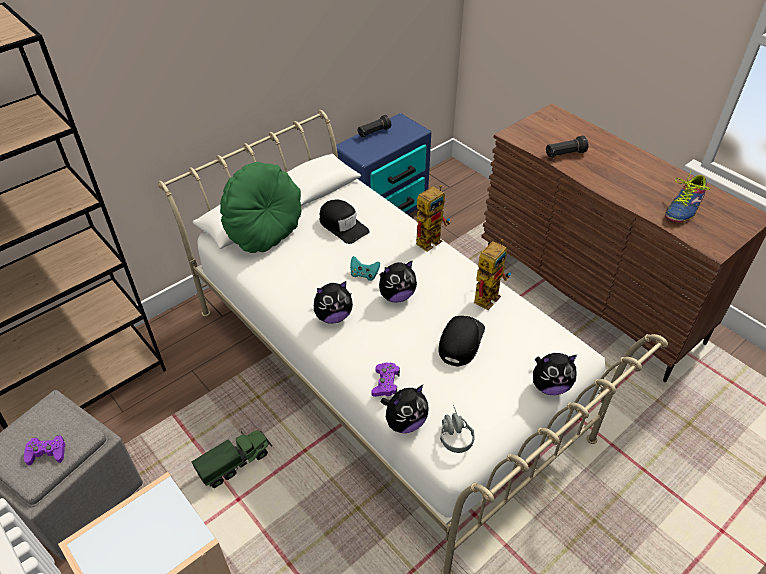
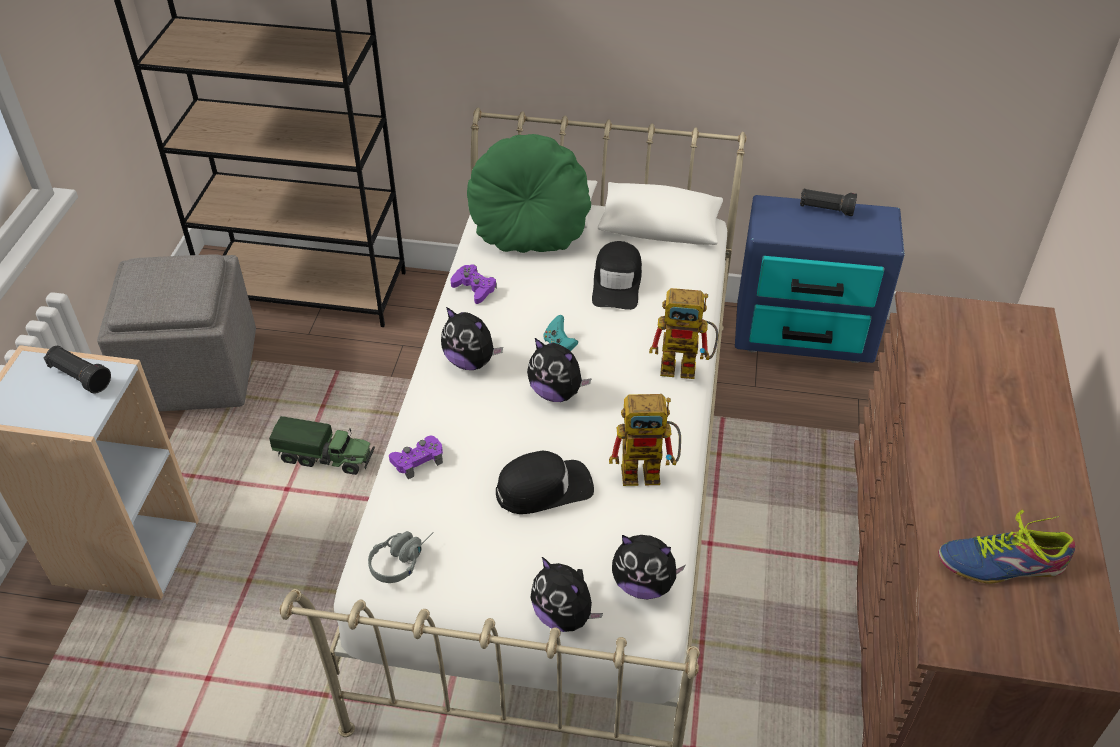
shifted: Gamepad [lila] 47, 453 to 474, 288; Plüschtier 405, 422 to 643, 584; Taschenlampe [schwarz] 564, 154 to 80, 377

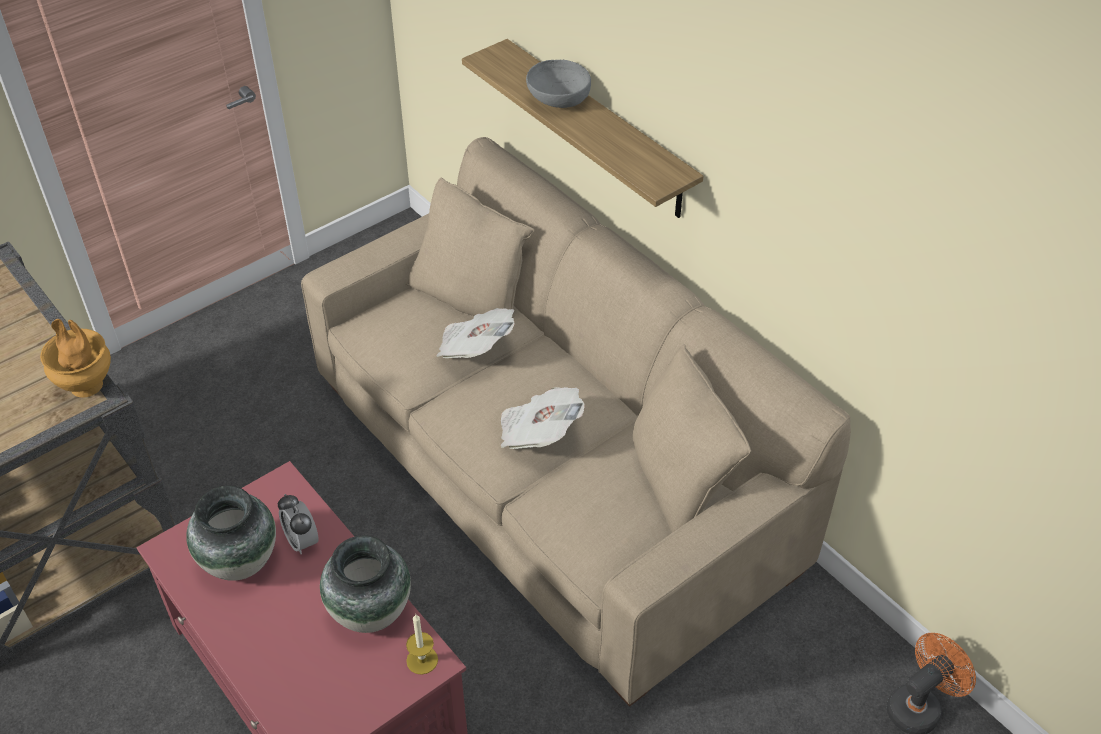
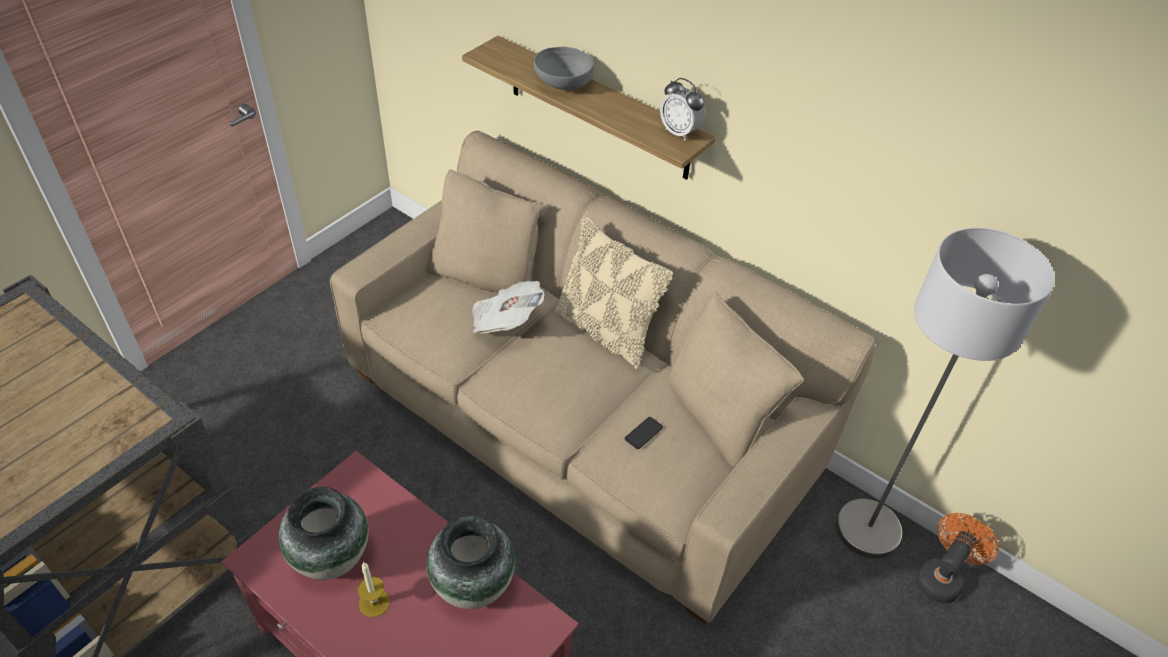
gone: Vase [braun] 87, 385; Zeitung 538, 433
new: Kissen [beige] 606, 332; Handy 643, 433; Stehlampe [grau] 858, 543
shifted: Wecker 302, 541 to 679, 132; Kerze 422, 660 to 374, 603

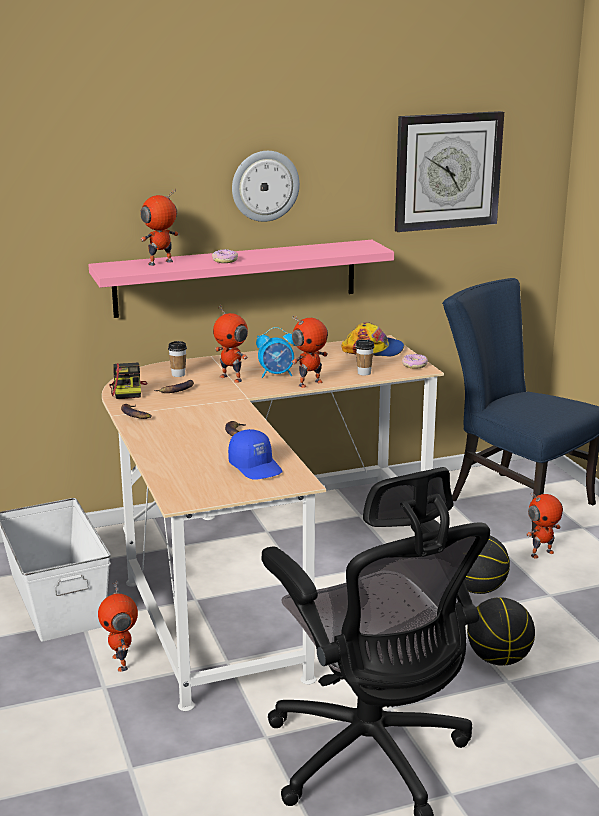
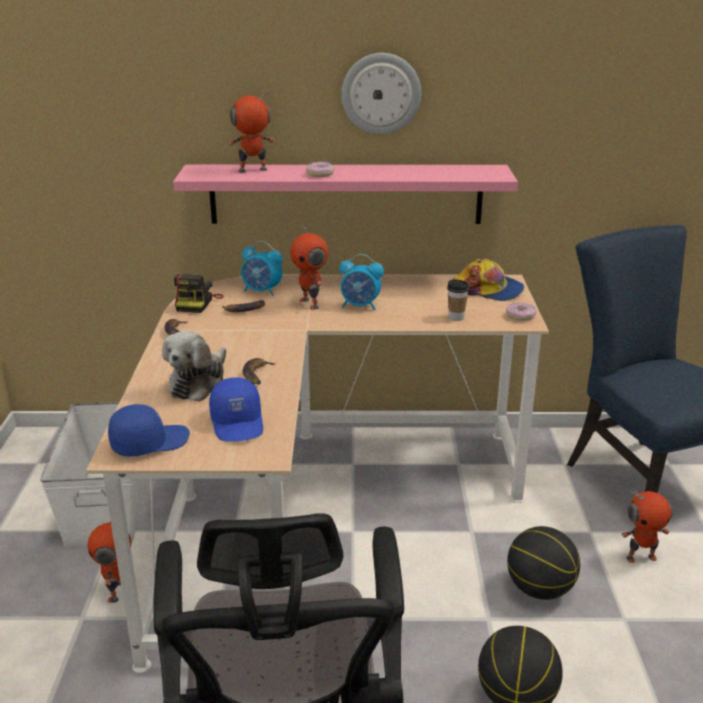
gone: Spielzeugroboter 309, 383; Wanduhr 447, 171
new: Kappe [blau] 149, 442; Plüschtier 199, 383
swapped: Tasse 178, 374 to Wecker 262, 291

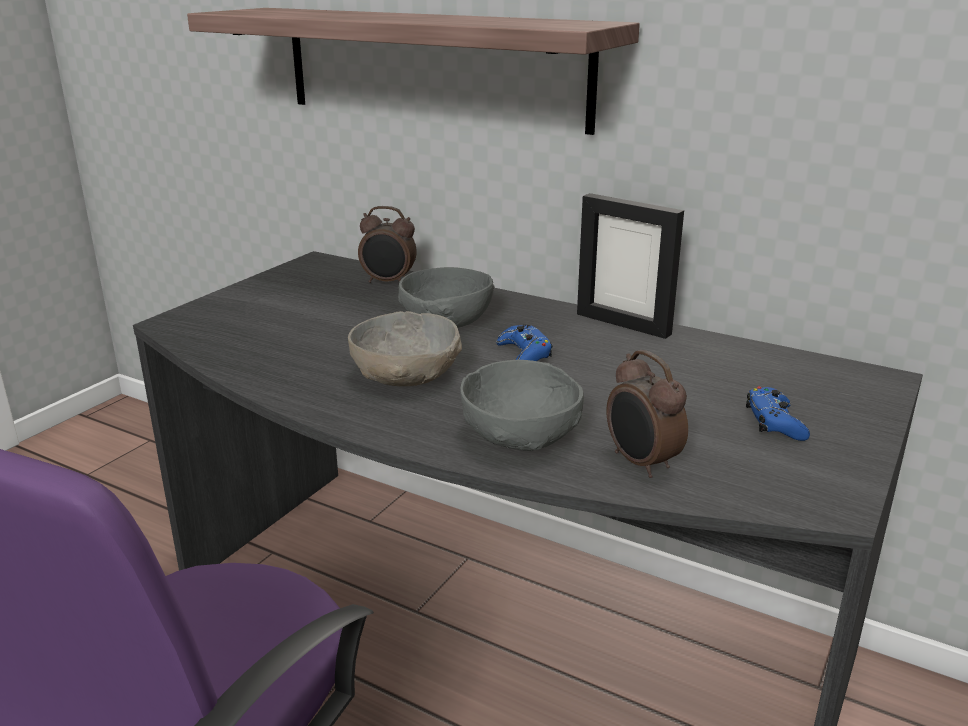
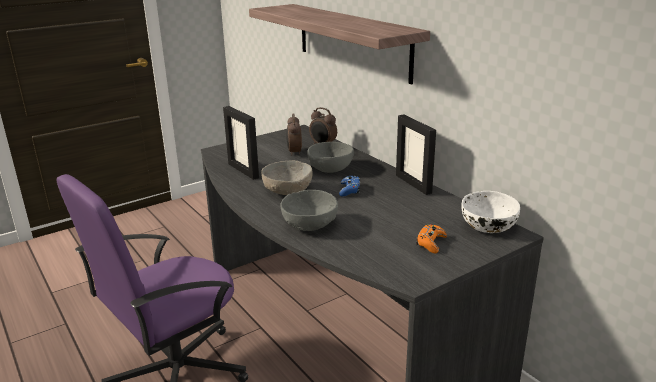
new: Bilderrahmen 244, 170; Schüssel [weiß] 487, 226
shifted: Wecker 640, 463 to 294, 153
repainted: Gamepad [blau] 774, 423 to Gamepad [orange] 431, 243

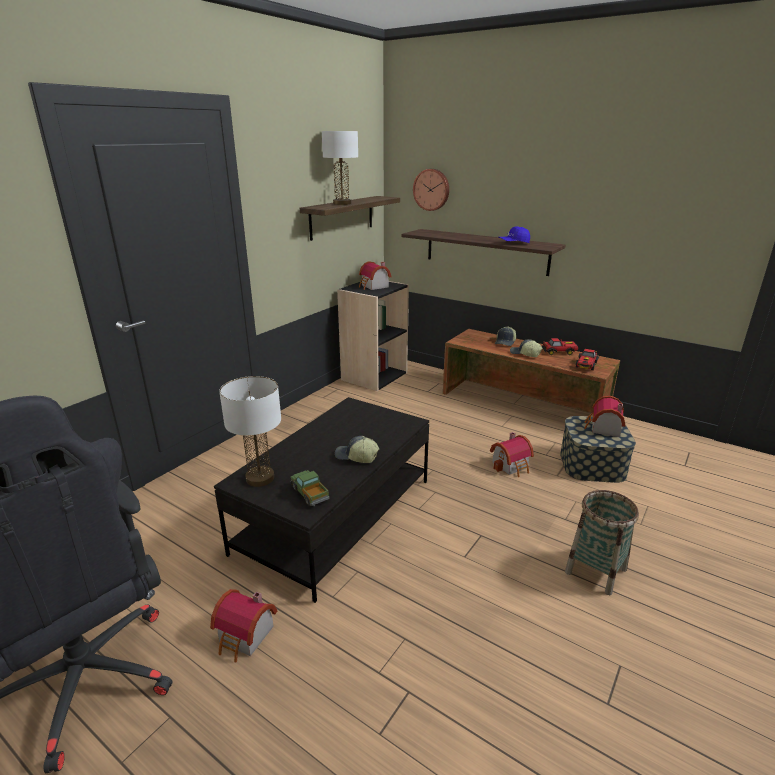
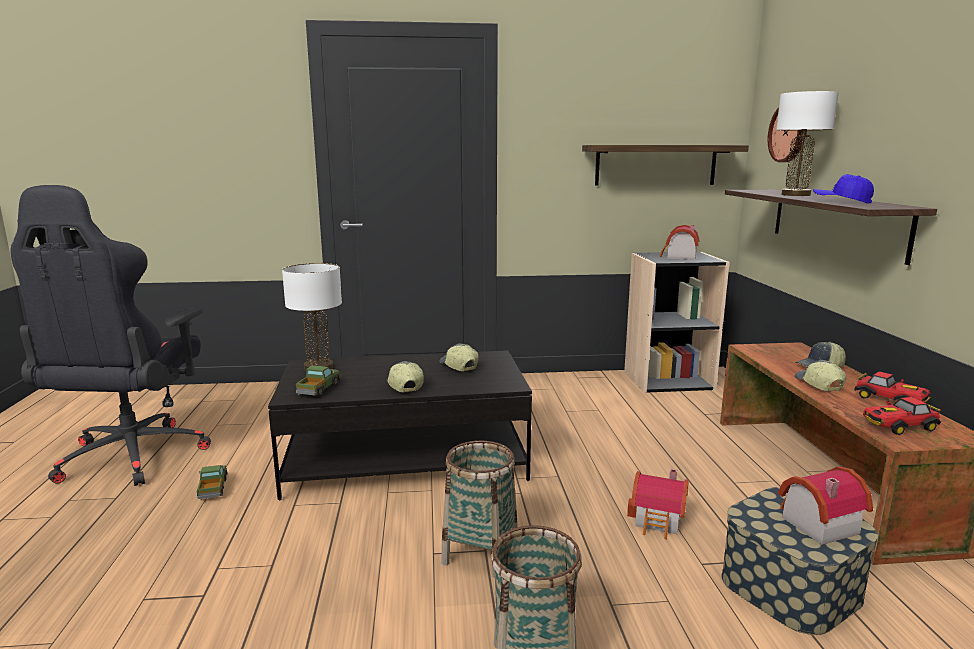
new: Kappe 458, 366; Korb 480, 553
shifted: Tischlampe 342, 203 to 795, 195
swapped: Spielzeughaus 245, 637 to Spielzeuglaster 213, 489

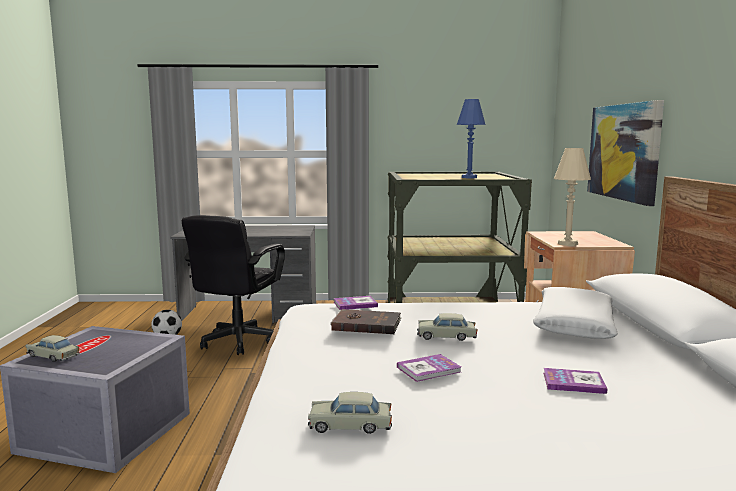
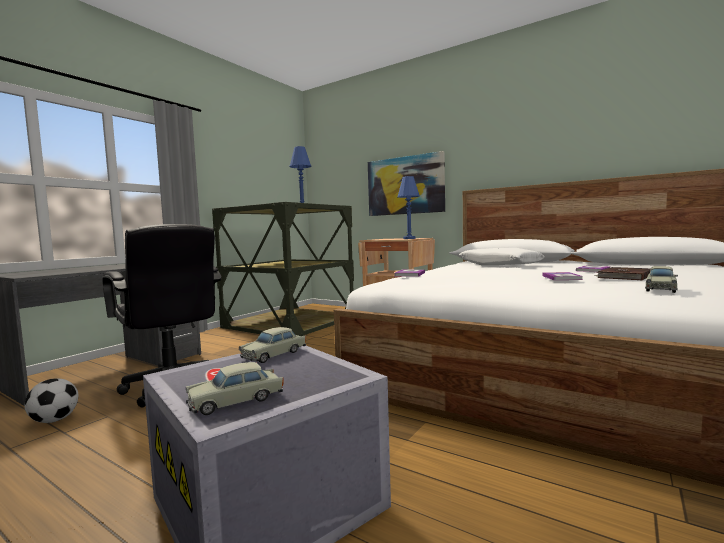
shifted: Buch [braun] 366, 324 to 624, 276; Spielzeugauto [beige] 446, 336 to 274, 354
repainted: Tischlampe [beige] 567, 244 to Tischlampe [blau] 409, 238

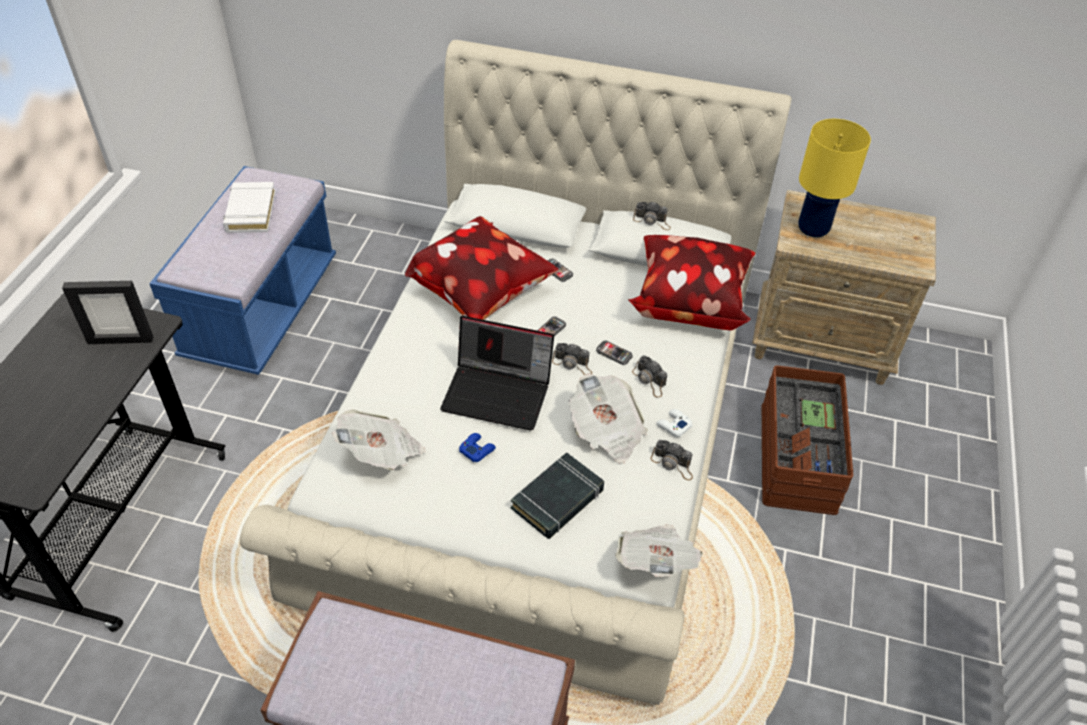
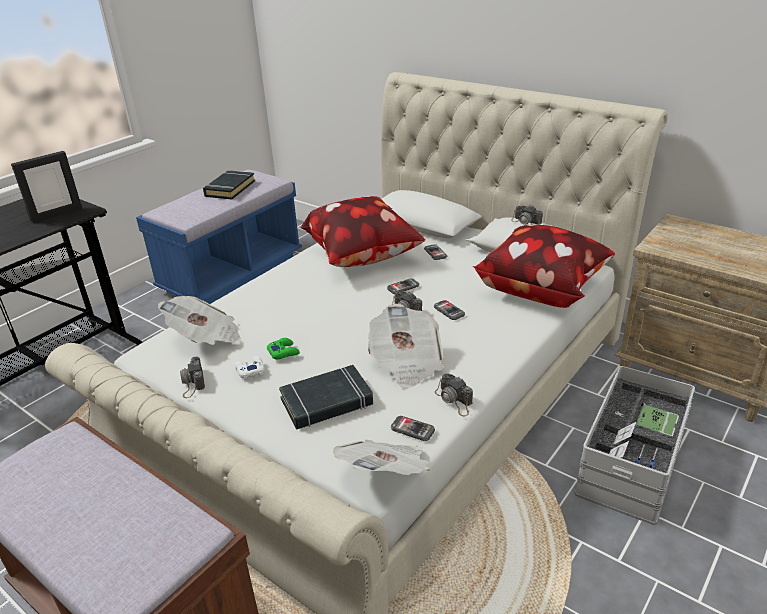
gone: Laptop 499, 393; Tischlampe [gelb] 813, 230
new: Handy 412, 429
shifted: Kamera 649, 381 to 193, 382; Gamepad [weiß] 673, 425 to 250, 370
repainted: Buch [weiß] 250, 211 to Buch [schwarz] 229, 188; Gamepad [blau] 477, 450 to Gamepad [grün] 283, 352; Aufbewahrungsbox [braun] 799, 456 to Aufbewahrungsbox [grau] 632, 462
rotated: Bilderrahmen 121, 339 = 56, 214 60 degrees counterclockwise

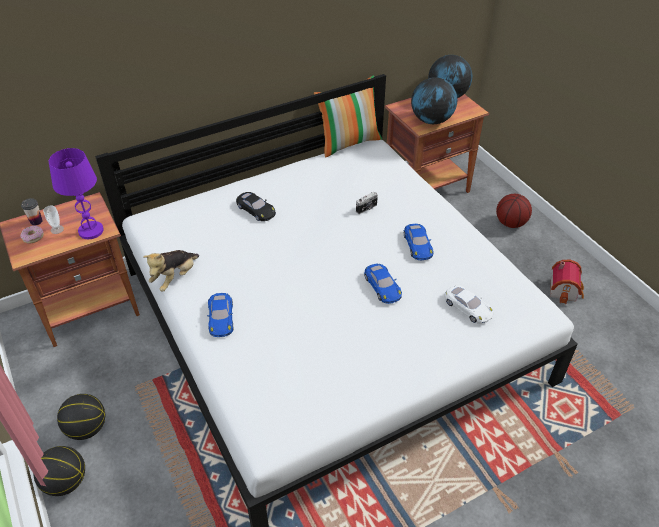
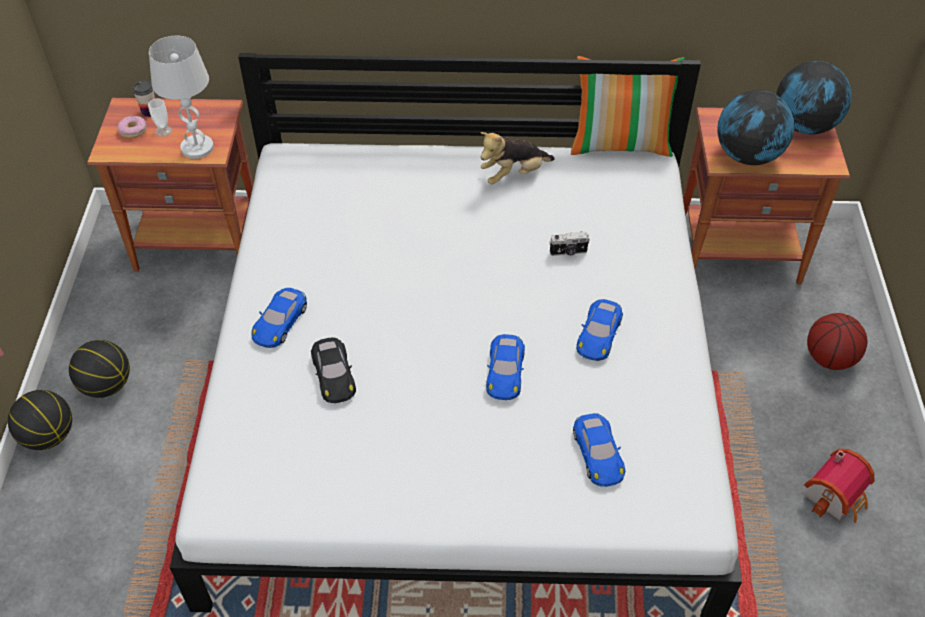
shifted: Plüschtier 175, 278 to 513, 175; Spielzeugauto [schwarz] 256, 209 to 333, 374
repainted: Tischlampe [lila] 91, 231 to Tischlampe [weiß] 197, 147; Spielzeugauto [weiß] 468, 307 to Spielzeugauto [blau] 598, 453

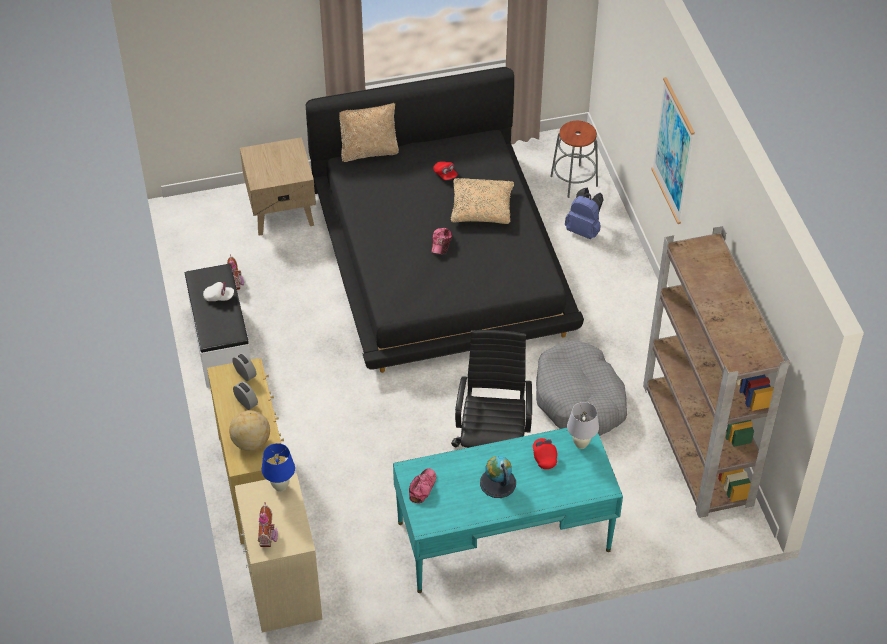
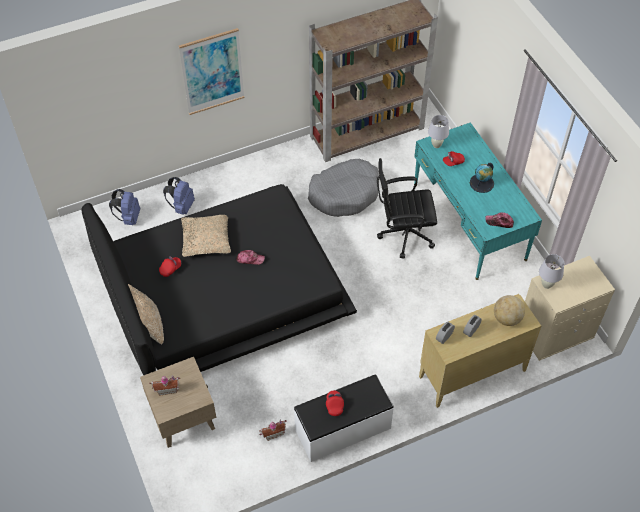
shifted: Spielzeughaus 268, 536 to 167, 389
swapped: Hocker [grau] 574, 181 to Rucksack [blau] 128, 218
repainted: Kappe [weiß] 219, 297 to Kappe [rot] 334, 405; Tischlampe [blau] 280, 486 to Tischlampe [weiß] 546, 285

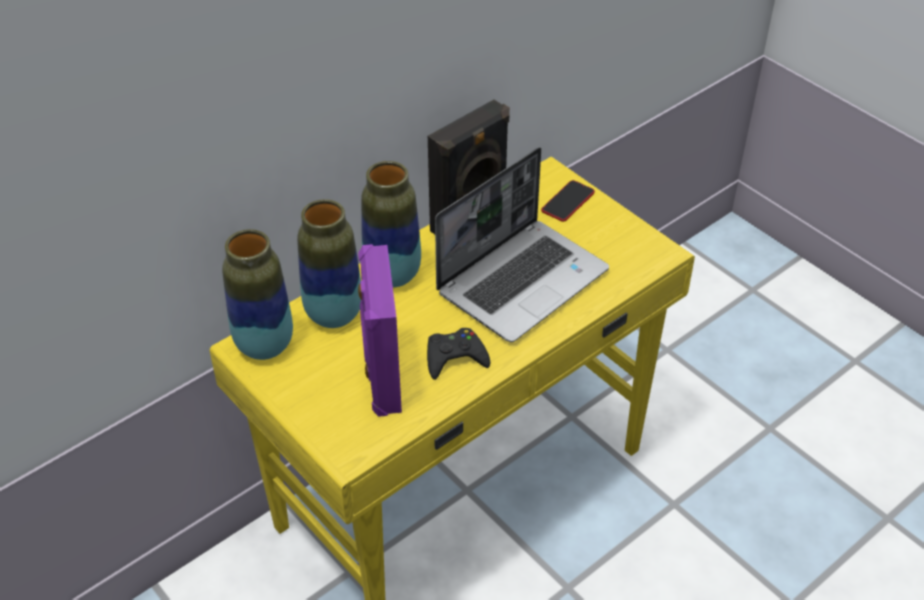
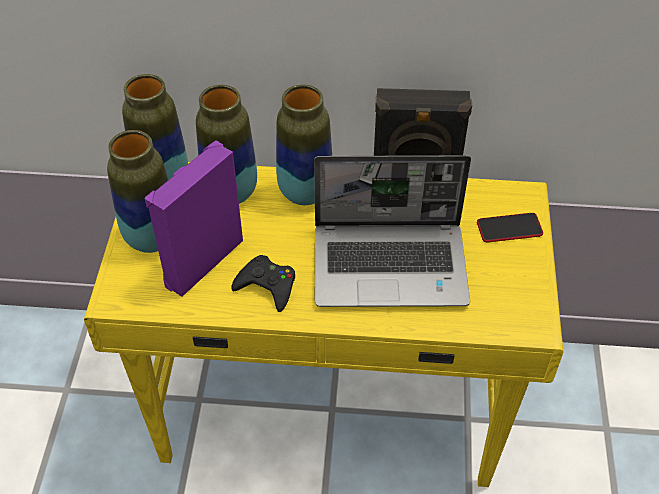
new: Vase 152, 238

